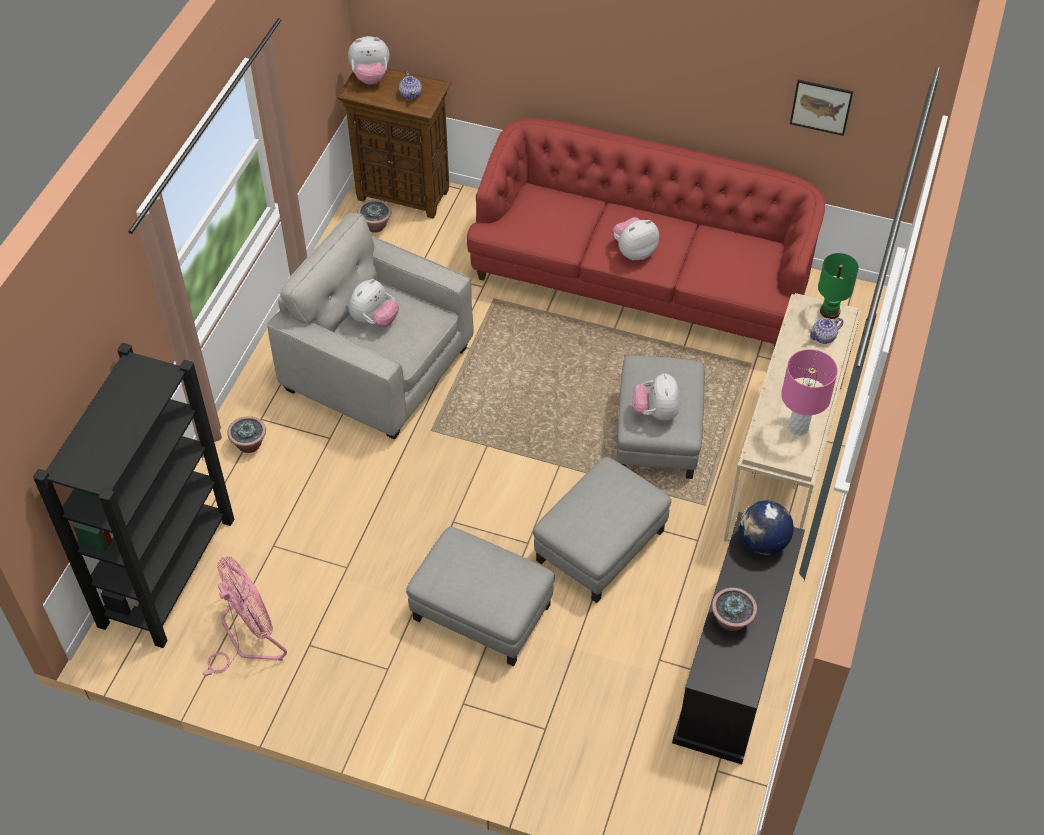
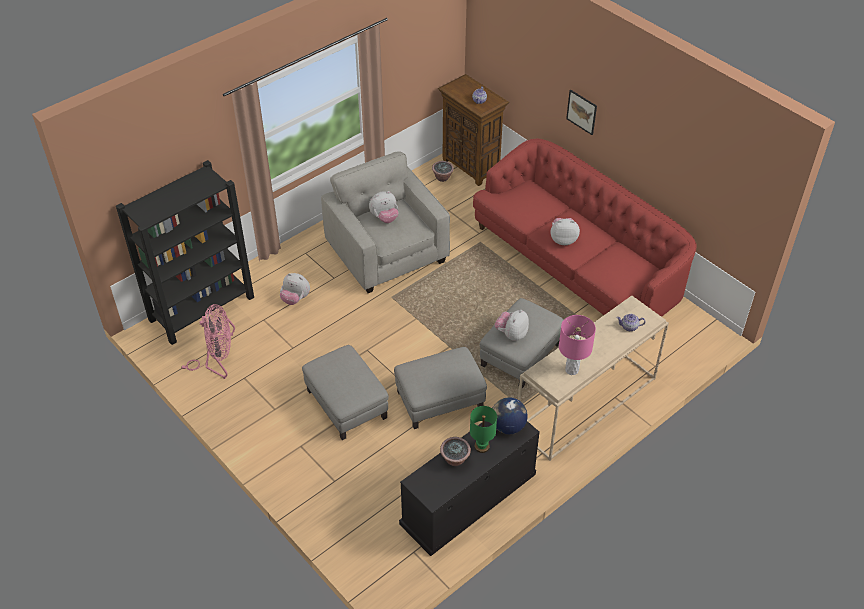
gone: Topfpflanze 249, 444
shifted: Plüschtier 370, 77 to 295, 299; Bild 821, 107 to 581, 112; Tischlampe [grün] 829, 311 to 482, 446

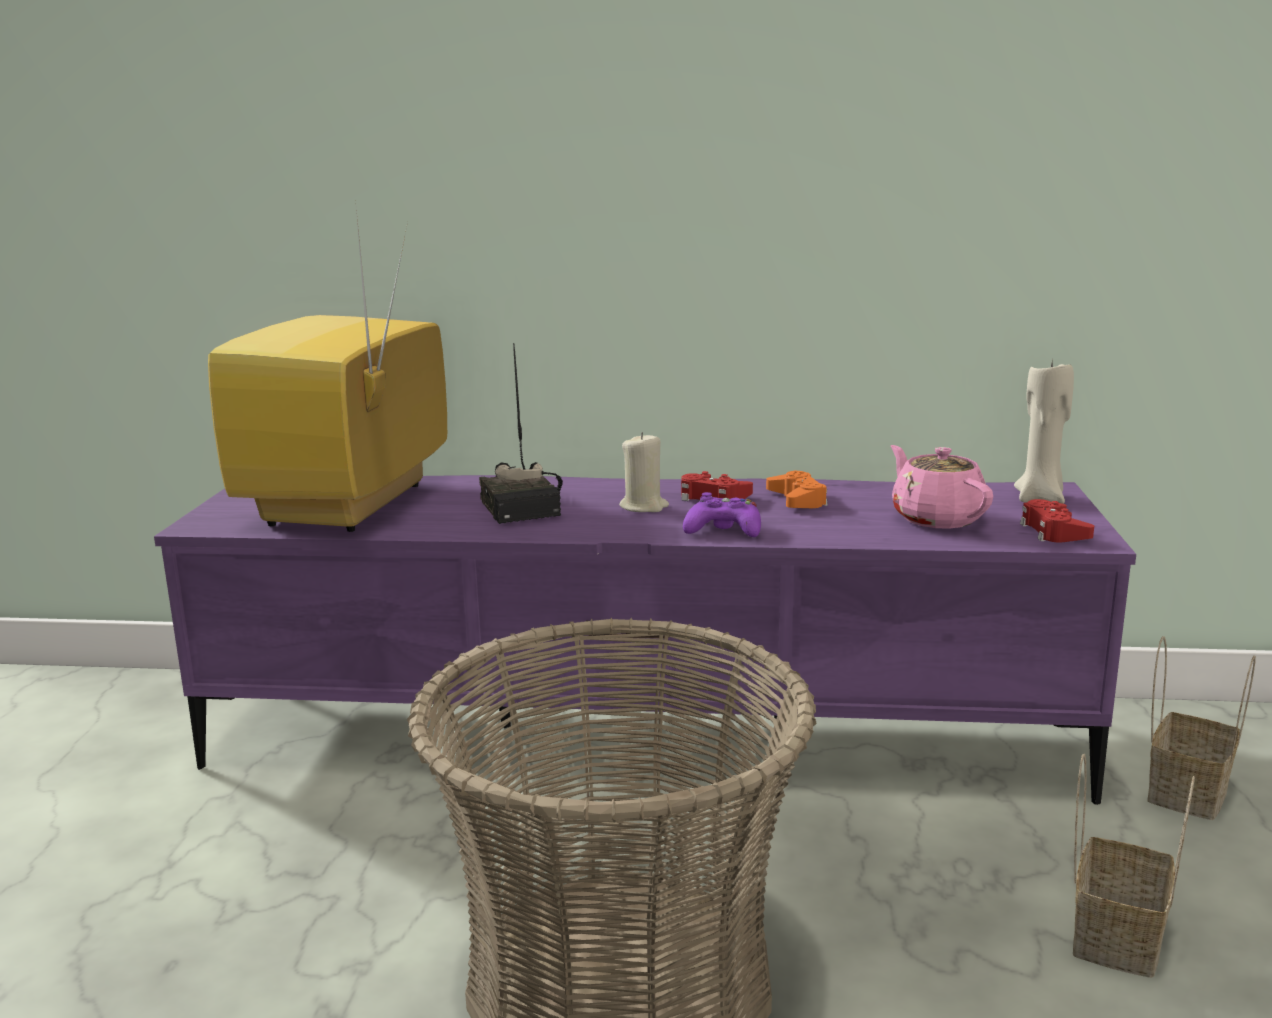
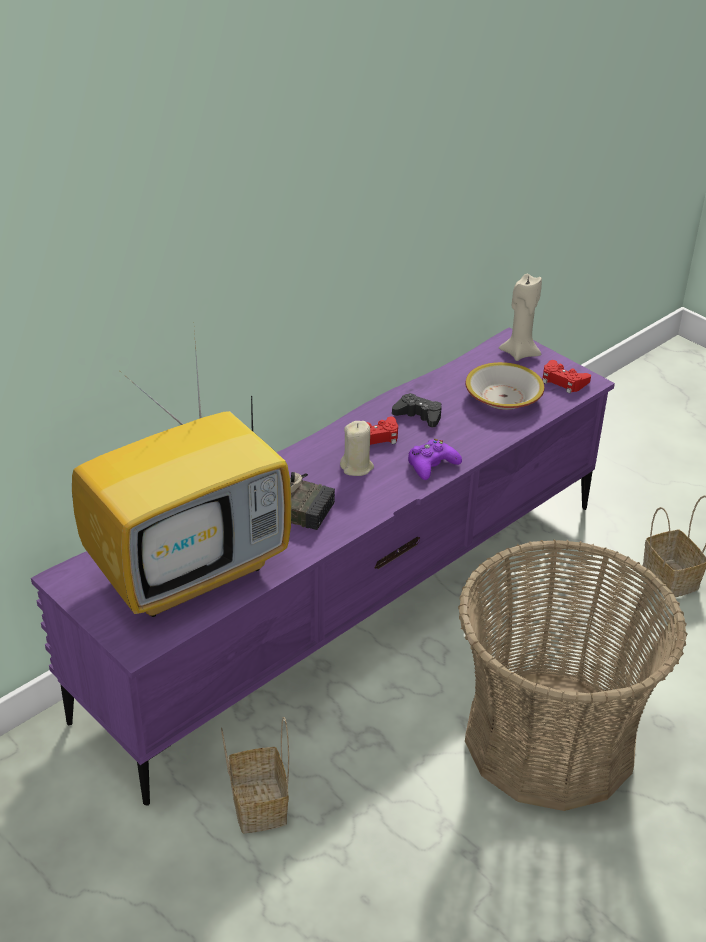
shifted: Korb 1186, 791 to 257, 803
swapped: Teekanne [rosa] 936, 518 to Schüssel 503, 397
repainted: Gamepad [orange] 797, 500 to Gamepad [schwarz] 418, 415
rotated: Fernseher 349, 506 = 191, 568 90 degrees counterclockwise

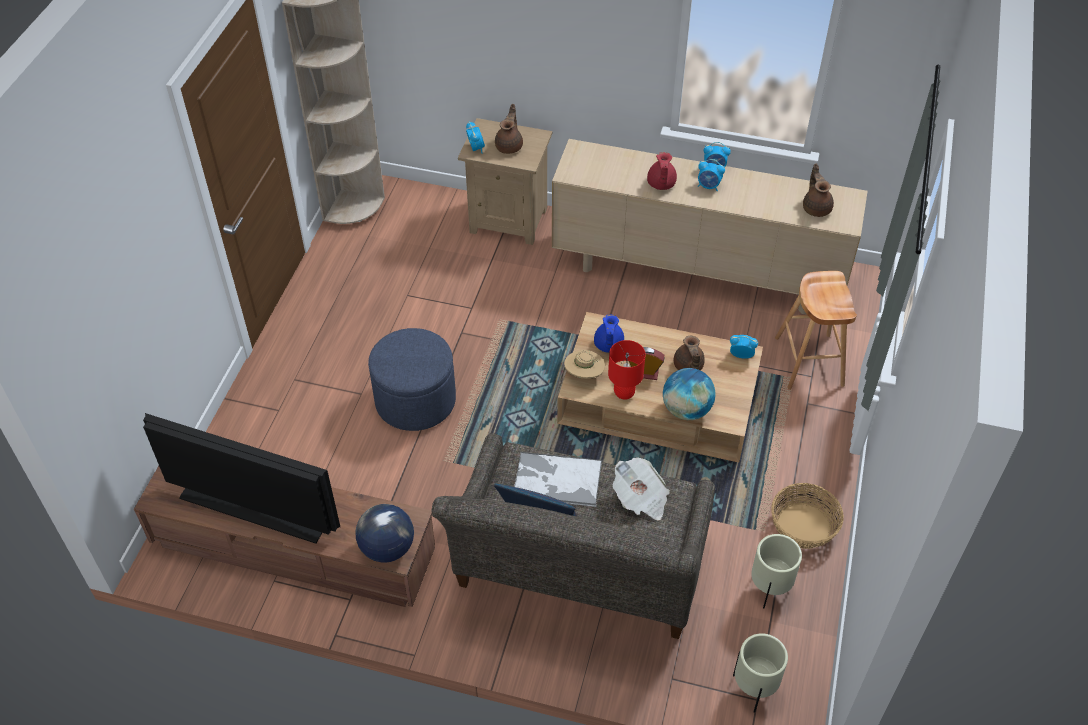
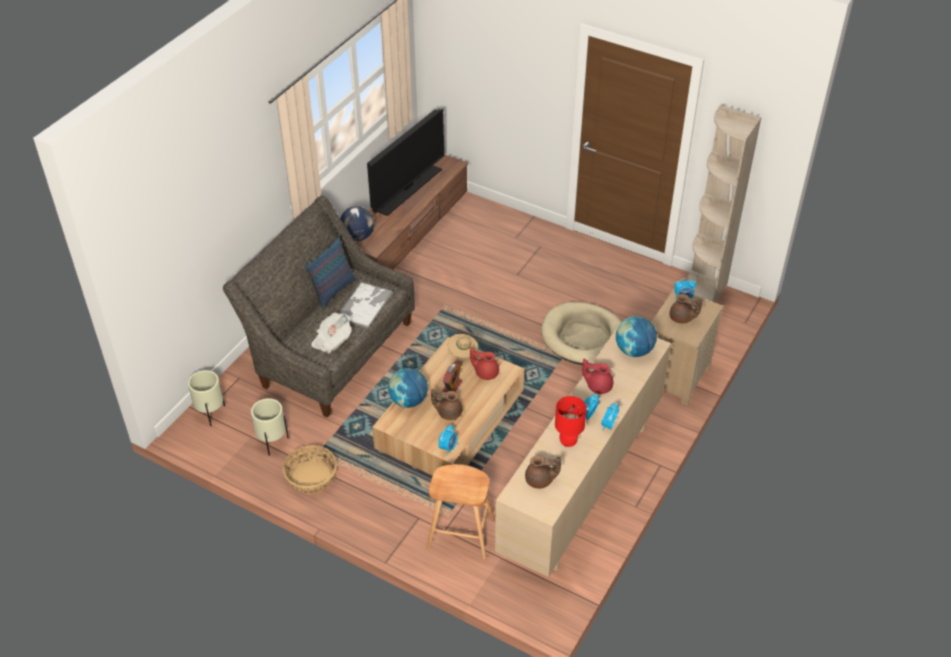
gone: Polsterhocker [blau] 415, 400
new: Hundebett [beige] 584, 338; Globus 634, 350
shifted: Tischlampe [rot] 625, 394 to 567, 442
repainted: Teekanne [blau] 608, 345 to Teekanne [rot] 485, 372

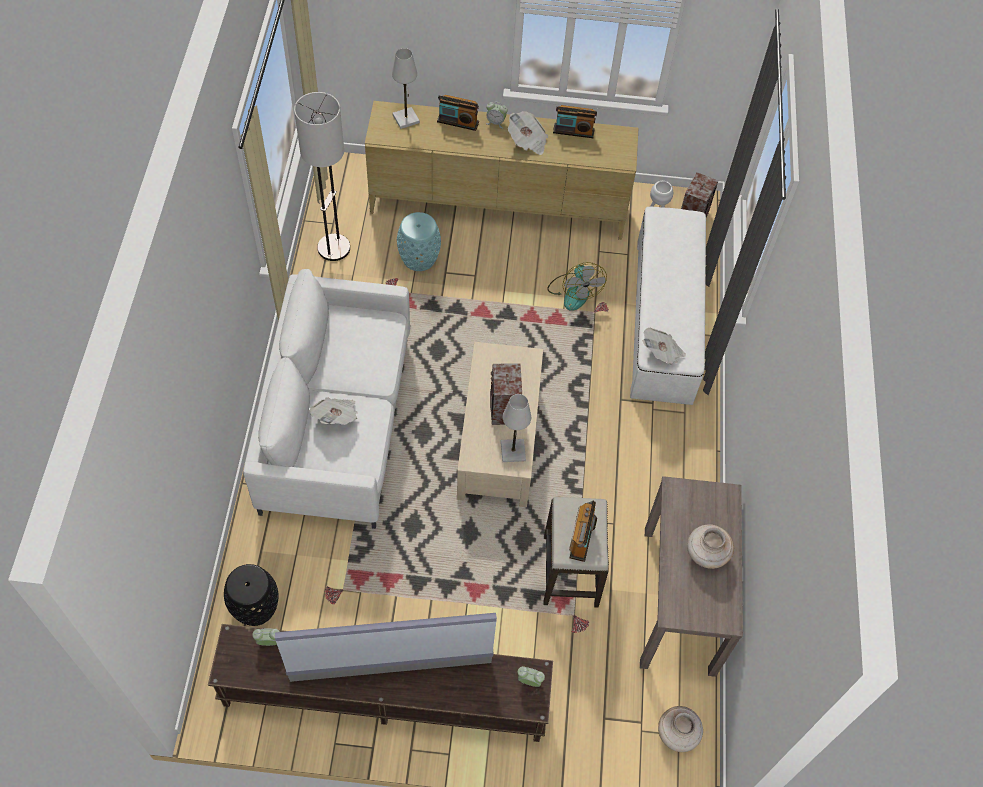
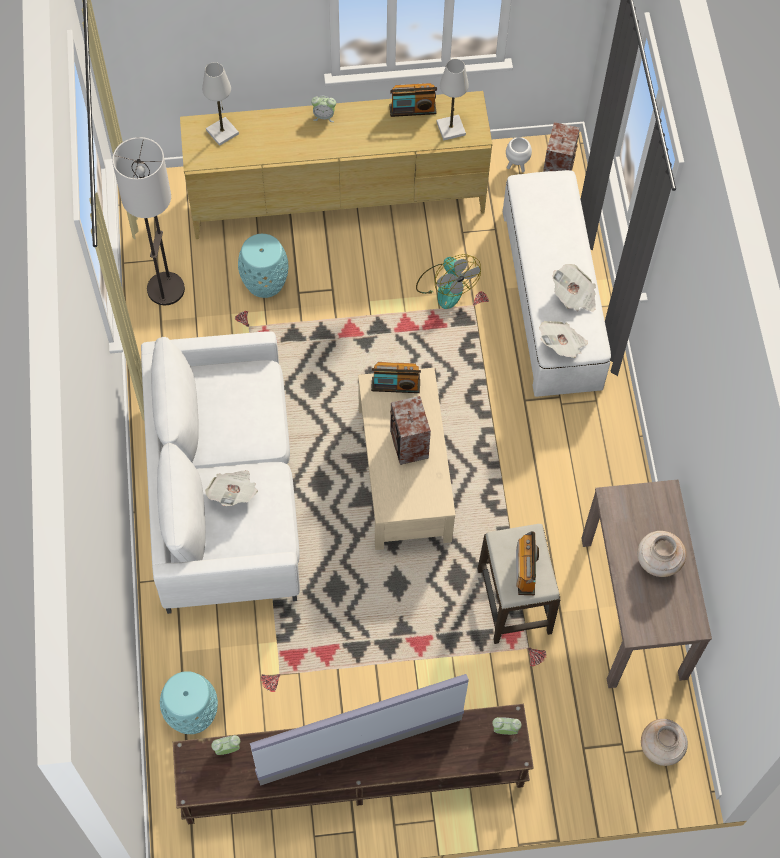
shifted: Radio 458, 122 to 395, 385; Tischlampe [weiß] 513, 451 to 451, 128; Zeitung 527, 141 to 574, 296
repainted: Hocker [schwarz] 255, 607 to Hocker [türkis] 192, 713

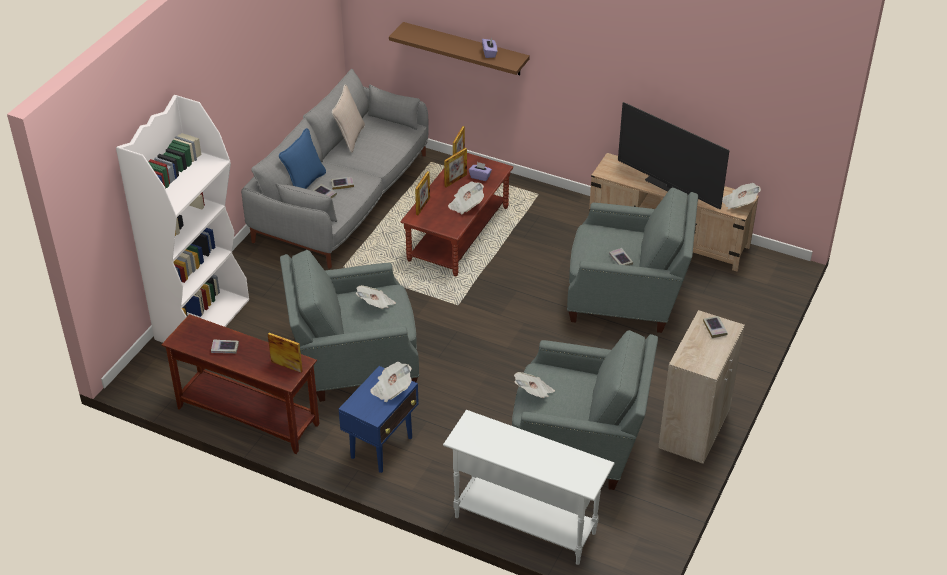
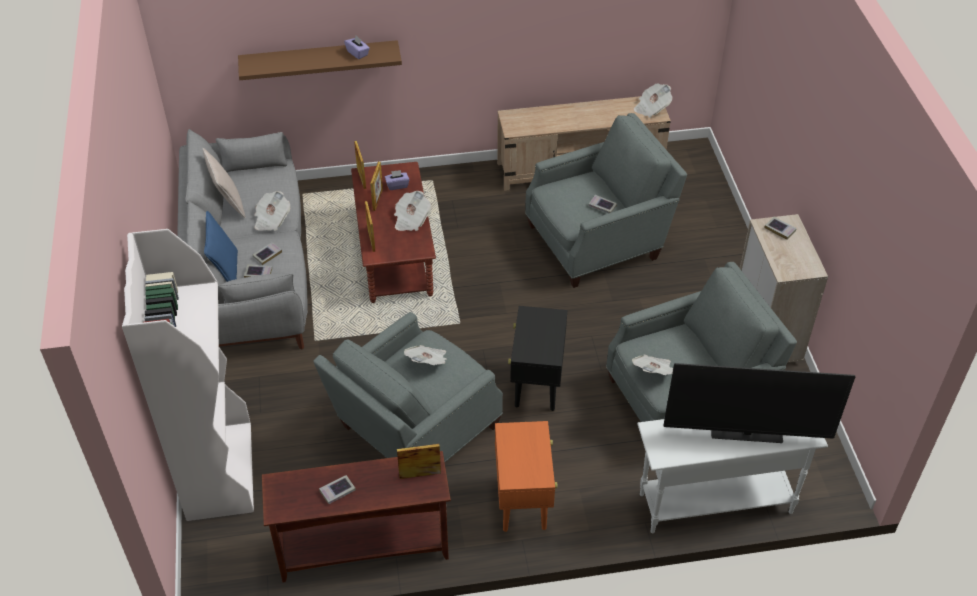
new: Beistelltisch [schwarz] 536, 387
shifted: Zeitung 391, 389 to 271, 220; Fernseher 668, 188 to 746, 435
repainted: Beistelltisch [blau] 382, 447 to Beistelltisch [orange] 522, 503

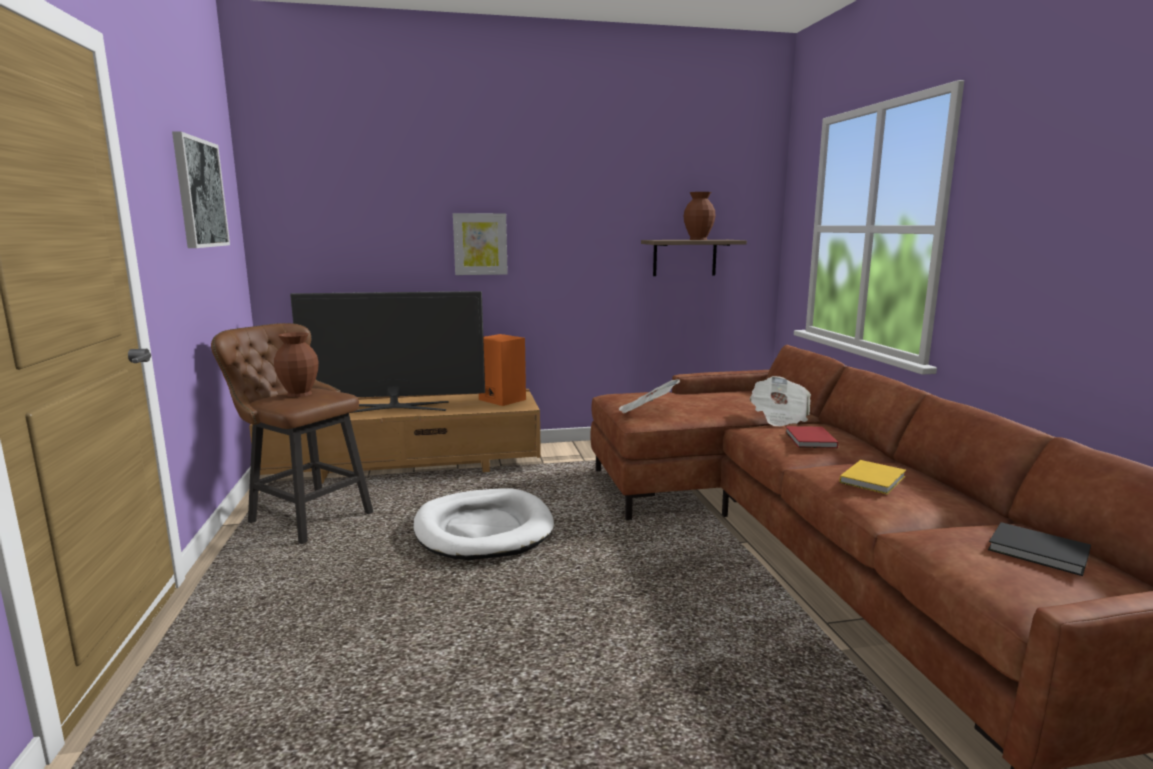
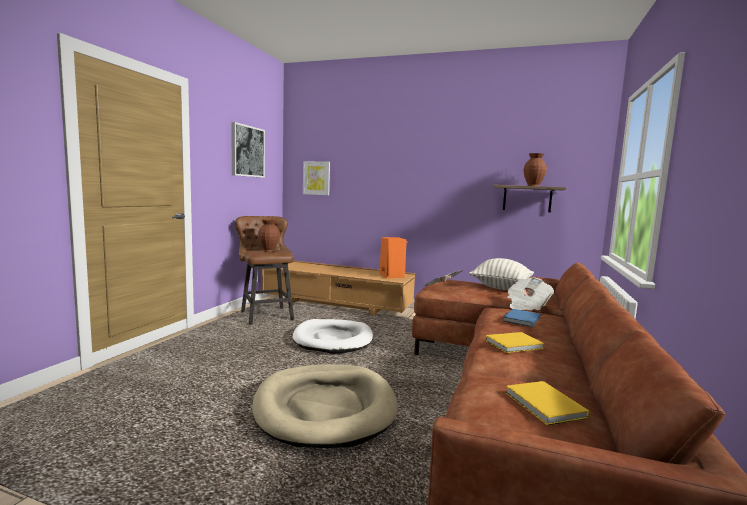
gone: Fernseher 395, 407
new: Hundebett [beige] 325, 408; Kissen 501, 287
shifted: Bild 480, 244 to 316, 178
repainted: Buch [rot] 810, 440 to Buch [blau] 520, 319; Buch [schwarz] 1040, 553 to Buch [gelb] 545, 406

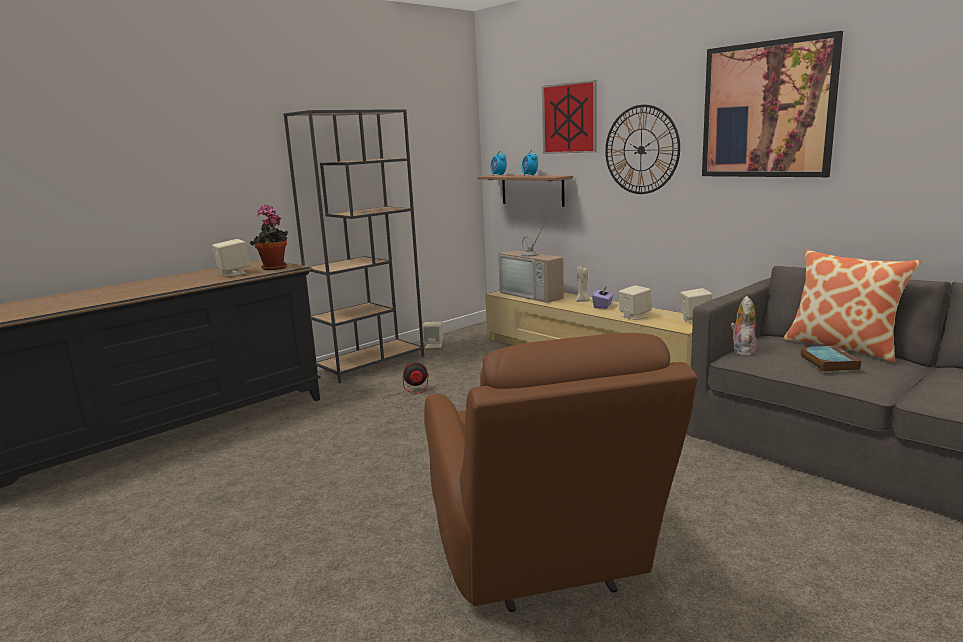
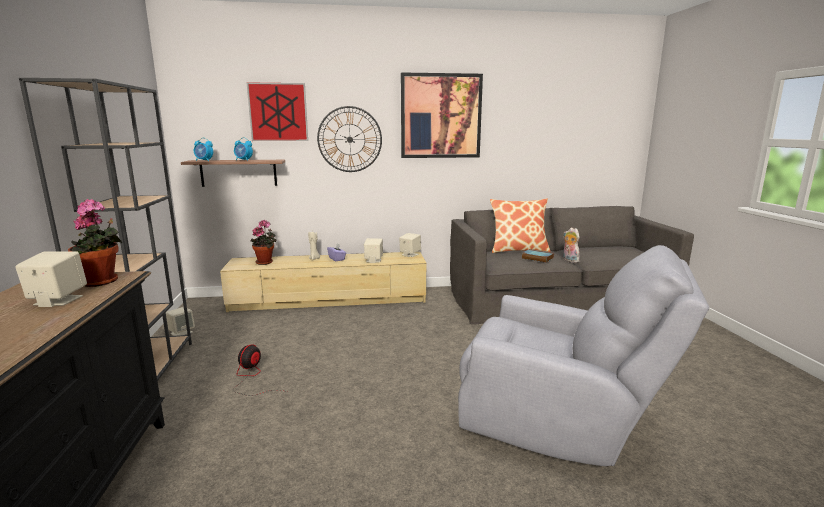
shifted: Plüschtier 742, 351 to 569, 260
swapped: Fernseher 534, 294 to Topfpflanze 266, 262
repainted: Sessel [braun] 542, 557 to Sessel [grau] 559, 422

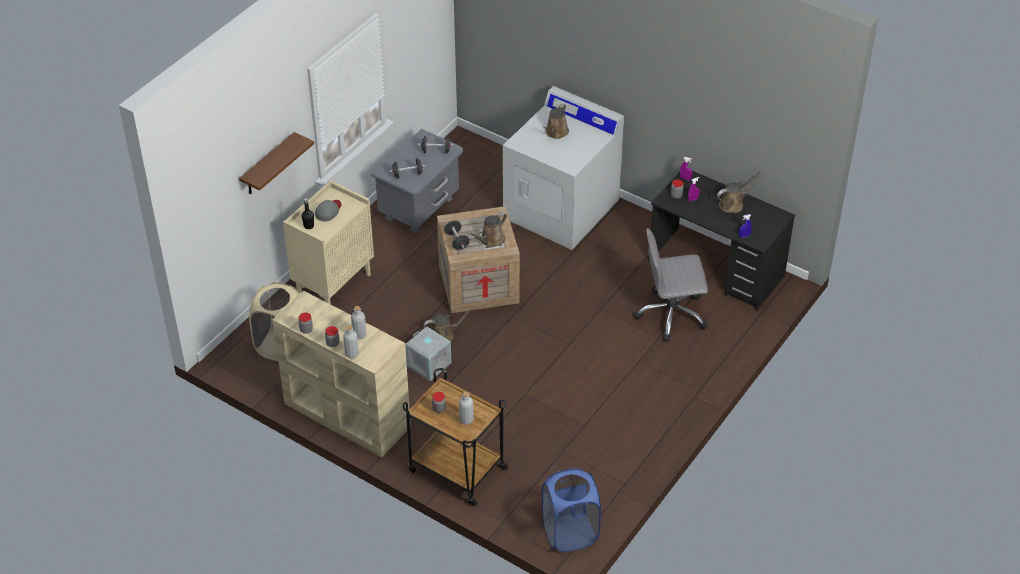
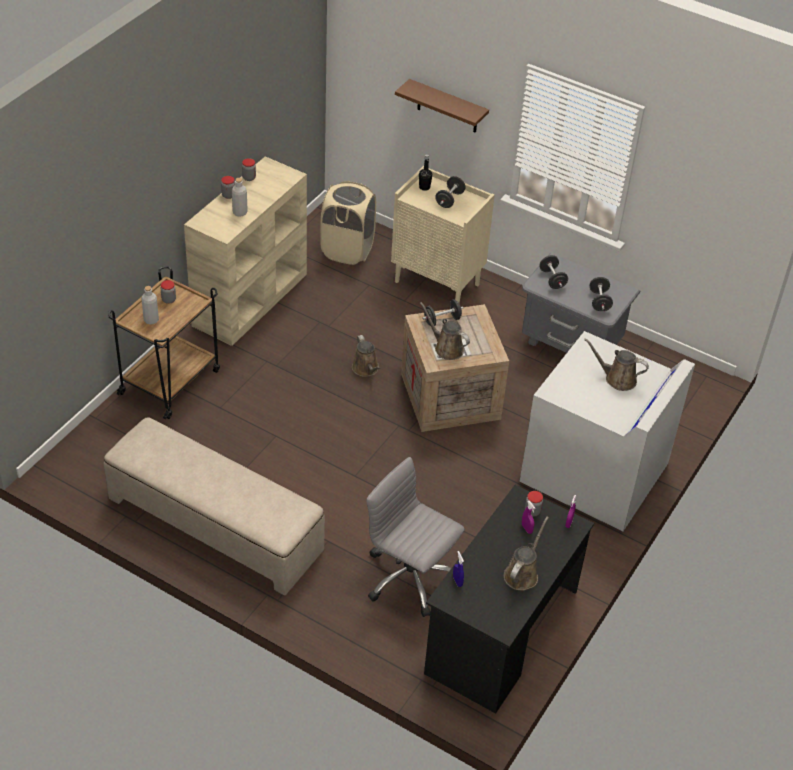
gone: Flasche [grau] 352, 354; Aufbewahrungsbox [grau] 428, 364; Wäschekorb [blau] 570, 533
new: Bank [beige] 213, 524
swapped: Kappe [grau] 328, 211 to Hantel [schwarz] 449, 200
rotated: Bürostuhl [grau] 671, 315 = 410, 577 45 degrees counterclockwise; Gießkanne [braun] 733, 204 = 522, 574 120 degrees counterclockwise

